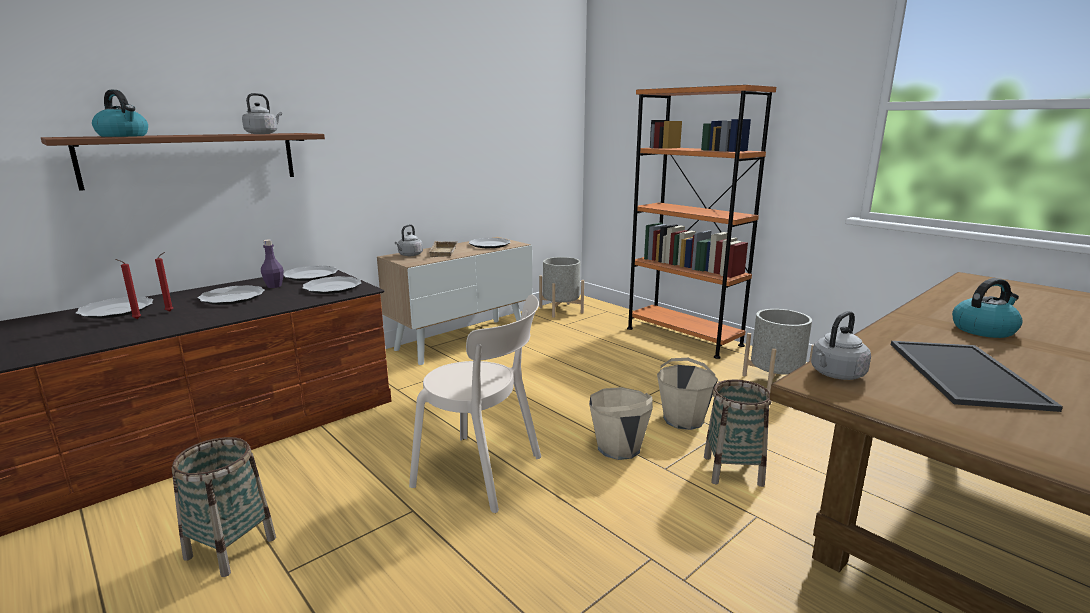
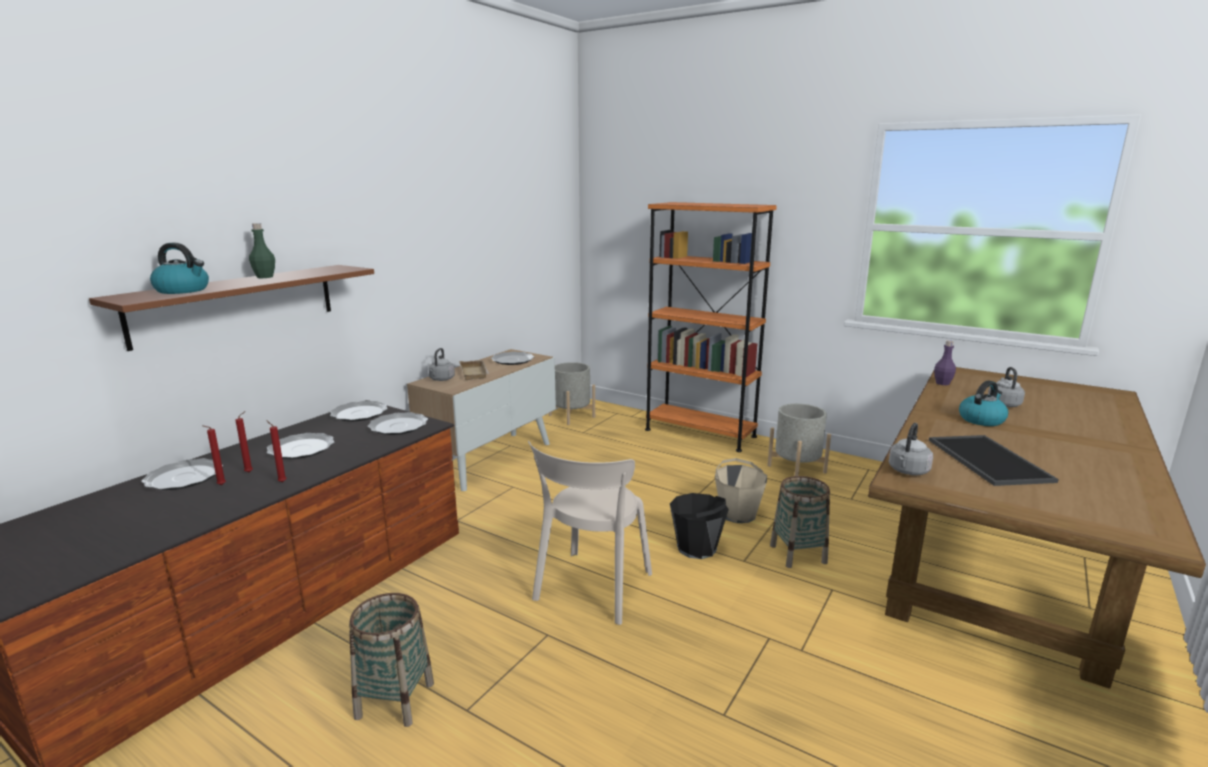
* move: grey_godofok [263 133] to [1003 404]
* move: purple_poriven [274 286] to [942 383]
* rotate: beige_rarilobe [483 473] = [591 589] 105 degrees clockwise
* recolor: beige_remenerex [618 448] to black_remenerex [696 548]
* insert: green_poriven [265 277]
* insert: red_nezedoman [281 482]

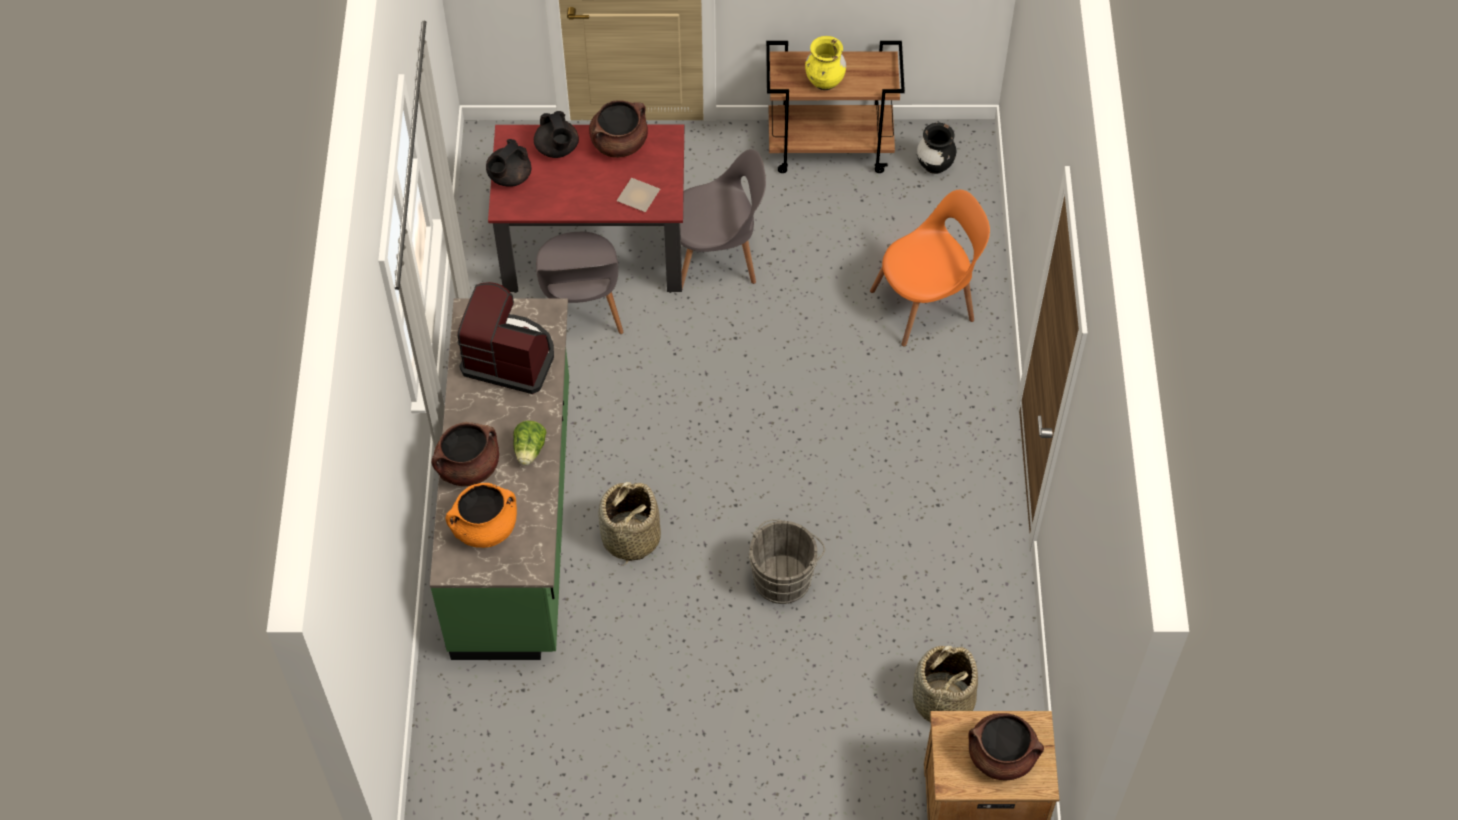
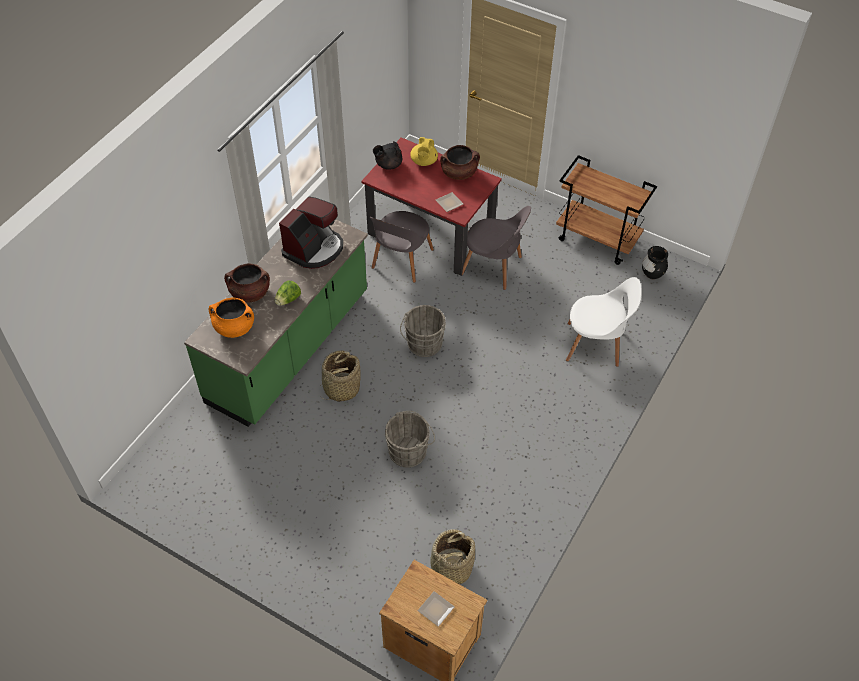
* rotate: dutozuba [509 357] = [314 249] 75 degrees clockwise
* recolor: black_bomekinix [557 149] to yellow_bomekinix [424 162]
* delete: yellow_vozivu [825 82]
* recolor: orange_rarilobe [926 303] to white_rarilobe [596 344]
* replace: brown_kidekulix [1001 756] to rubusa [437 609]
* insert: grey_remenerex [423 345]

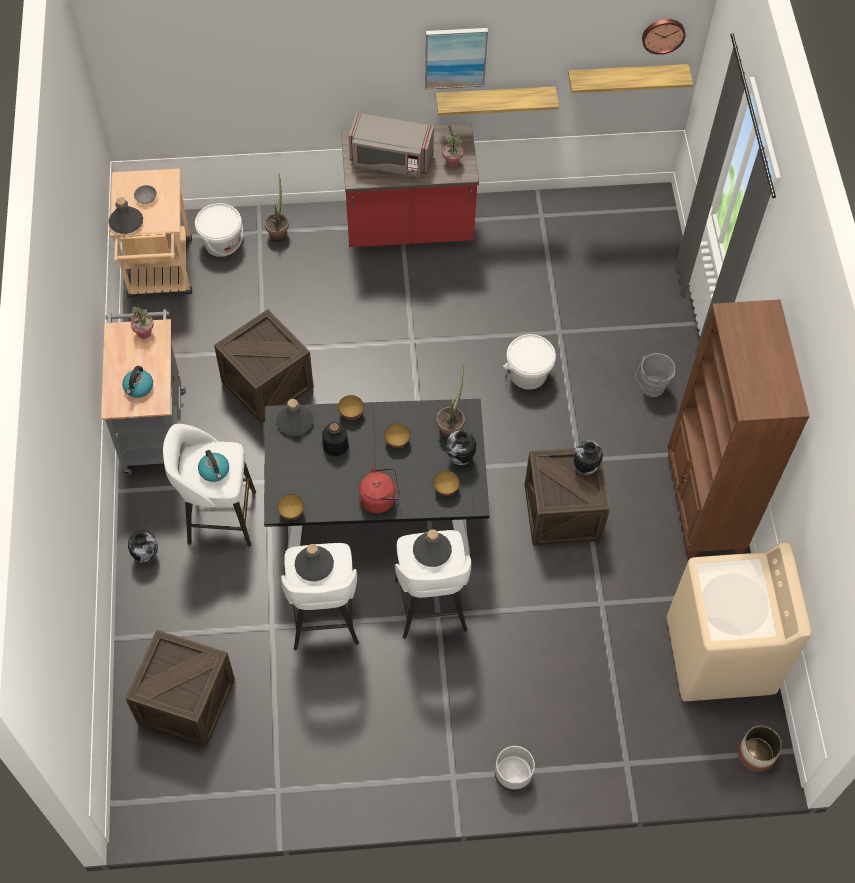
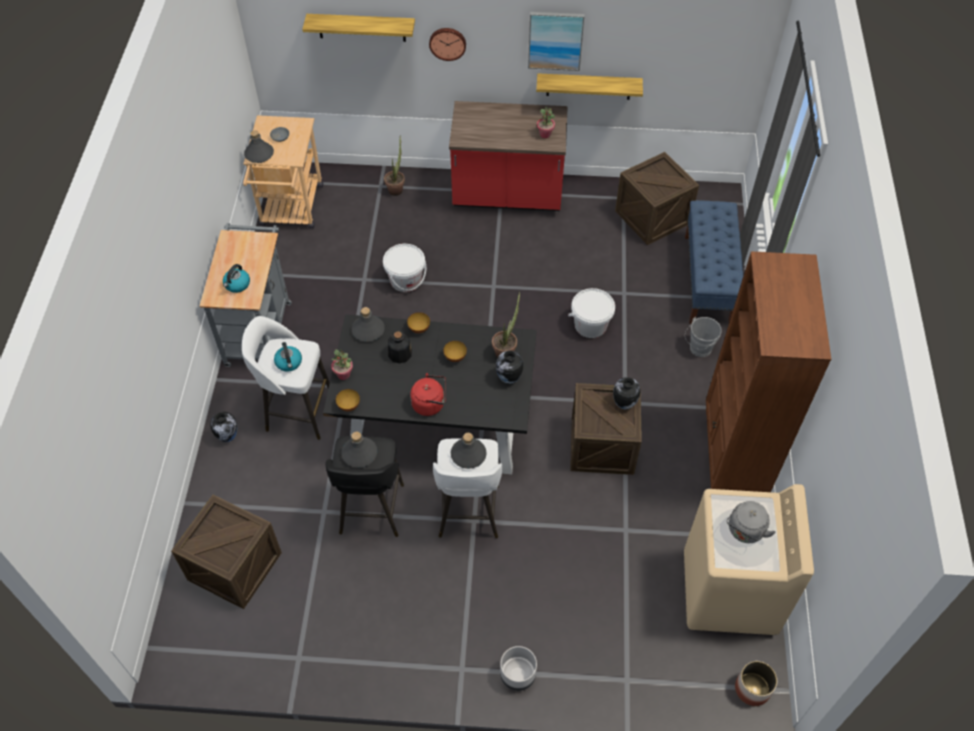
* move: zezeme [144 333] to [344 374]
* move: white_remenerex [222 243] to [406 280]
* move: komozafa [267 384] to [652 217]
* recolor: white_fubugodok [324 620] to black_fubugodok [371 511]
* delete: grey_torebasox [390 160]
* delete: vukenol [446 489]
* move: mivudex [626 78] to [361 27]
* move: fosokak [663 35] to [447 43]
* insert: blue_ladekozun [708 280]
* insert: grey_godofok [745 531]

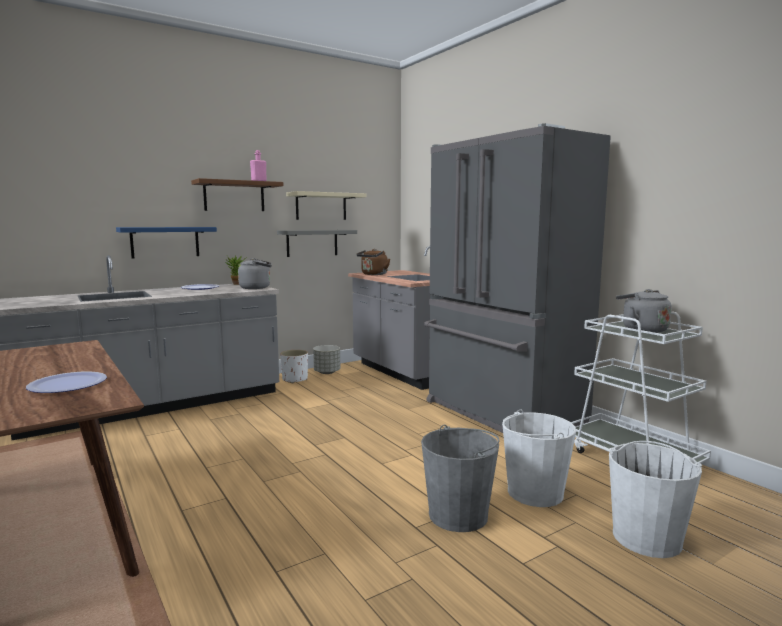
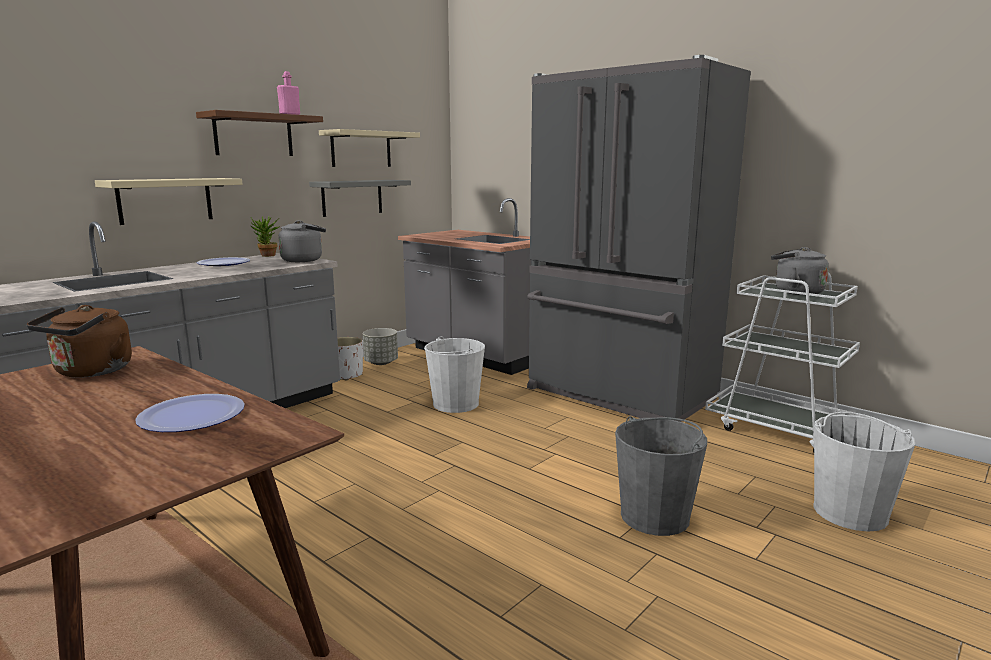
* recolor: blue_mivudex [165 242] to beige_mivudex [165 200]
* move: brown_godofok [373 274] to [90 372]
* move: white_remenerex [534 492] to [455 404]

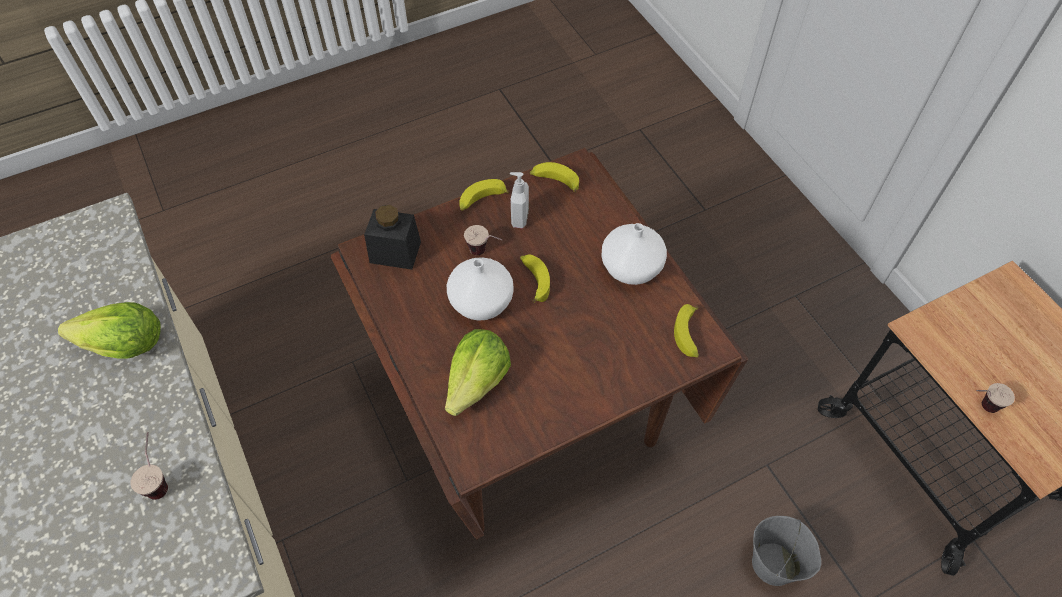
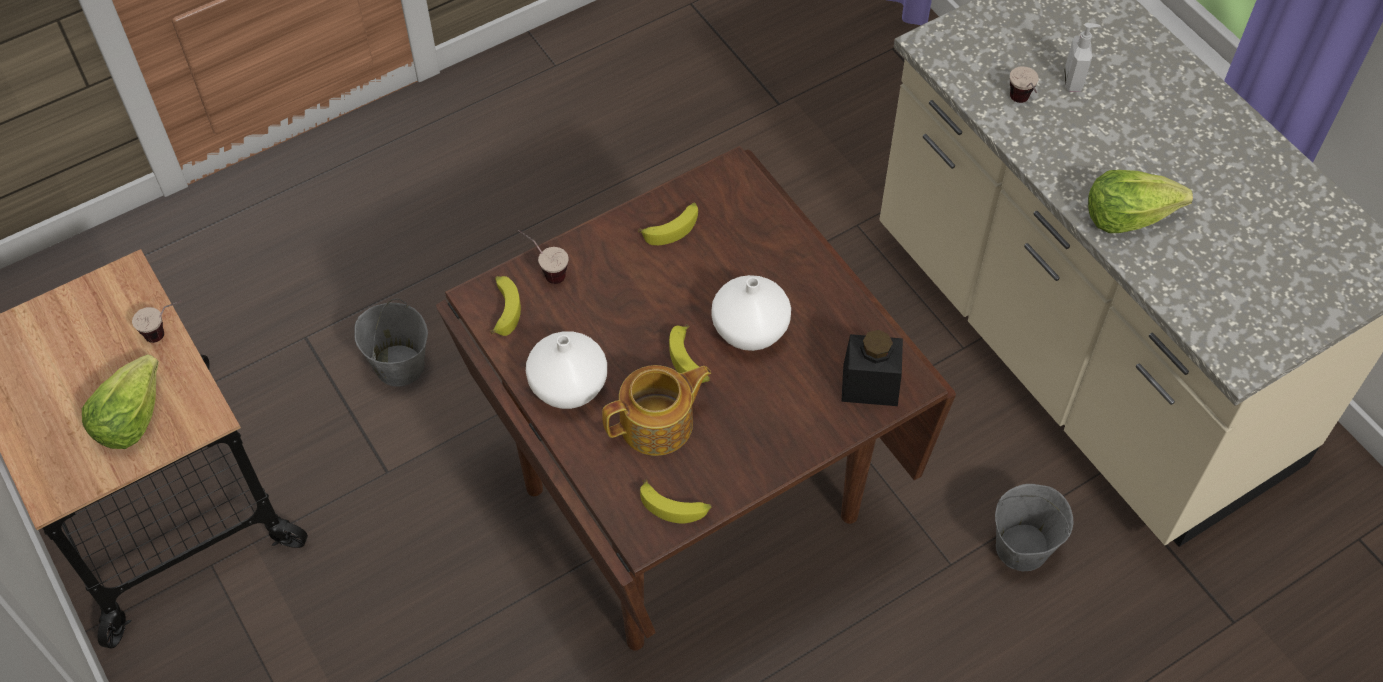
* move: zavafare [477 382] to [129 417]
* move: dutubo [481 200] to [672 227]
* move: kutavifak [485 254] to [545 271]
* move: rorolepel [519 218] to [1074 81]
* insert: bomekinix [658 424]
* insert: grey_remenerex [1021 548]

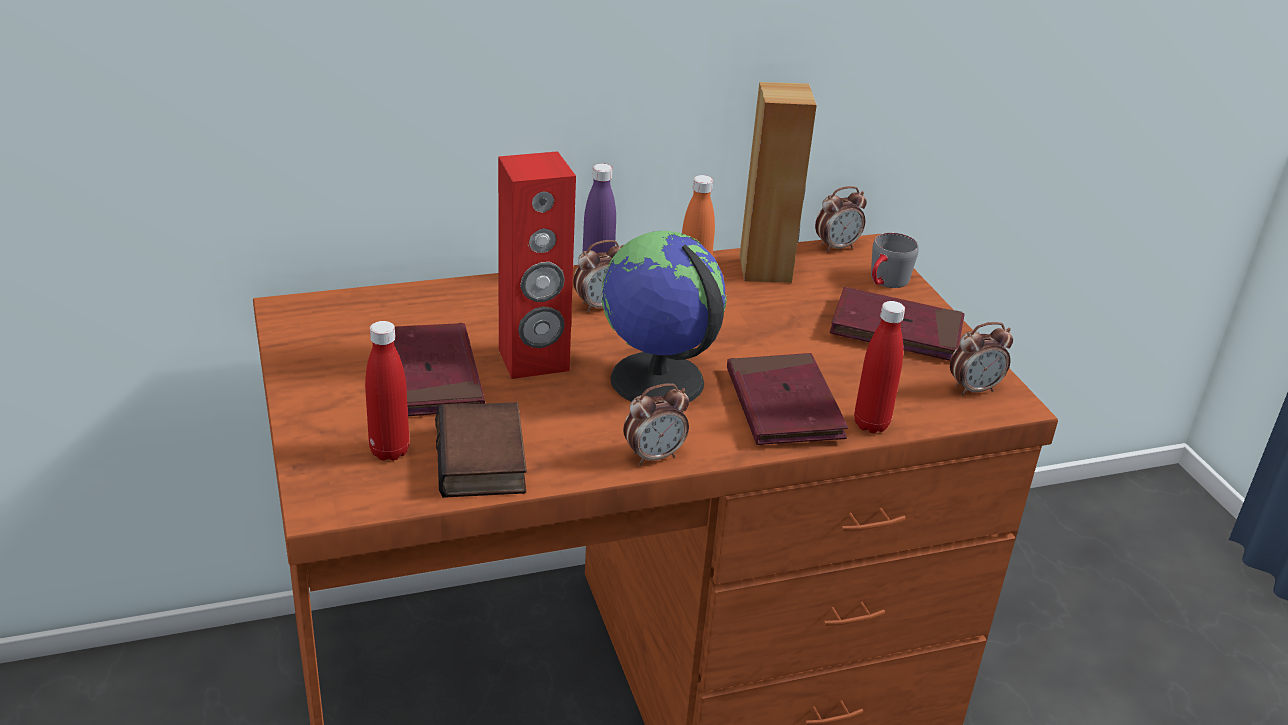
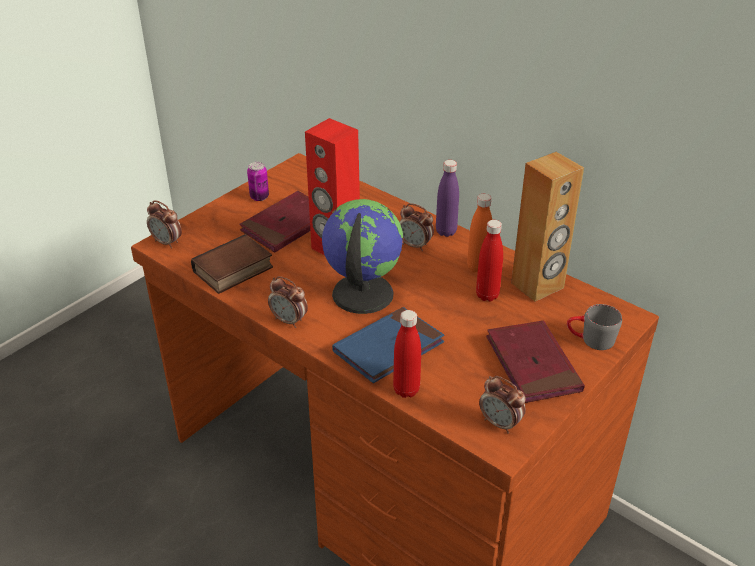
* move: red_poriven [389 451] to [487 295]
* recolor: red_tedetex [783 405] to blue_tedetex [388 348]
* move: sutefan [836 247] to [167 242]
* insert: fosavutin [259 197]

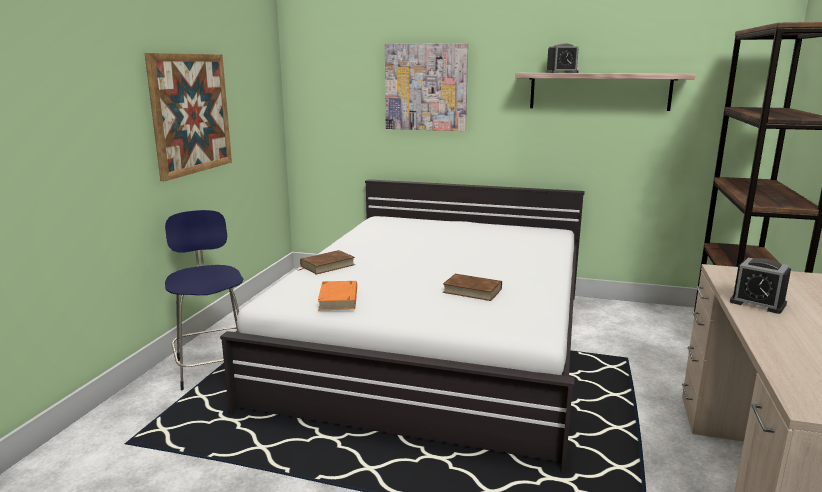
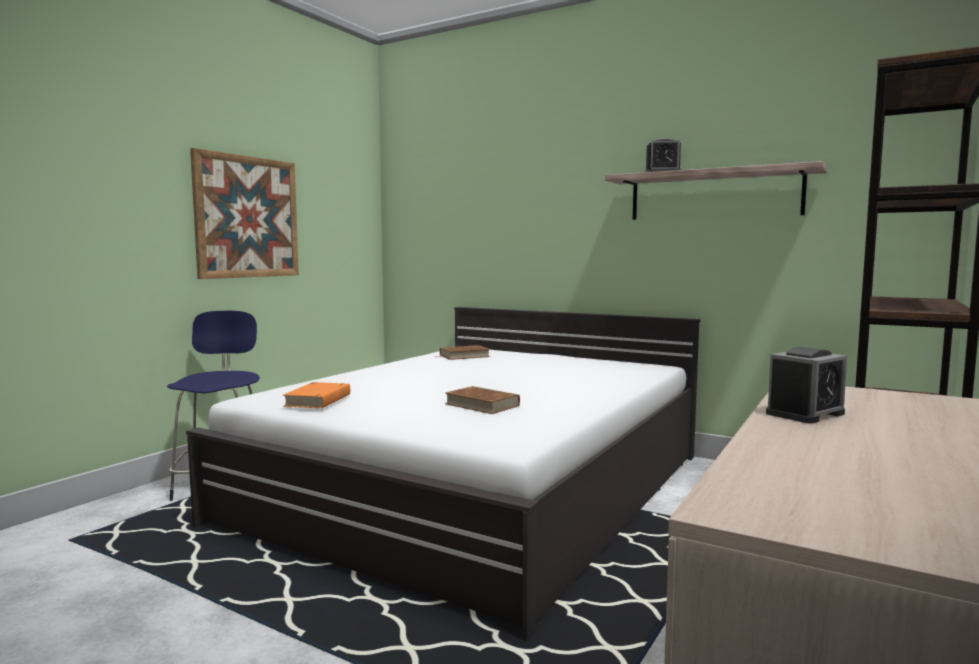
* move: brown_tedetex [327 265] to [464 356]
* delete: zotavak [426 87]
* rotate: sutefan [757 303] = [805 413] 90 degrees counterclockwise

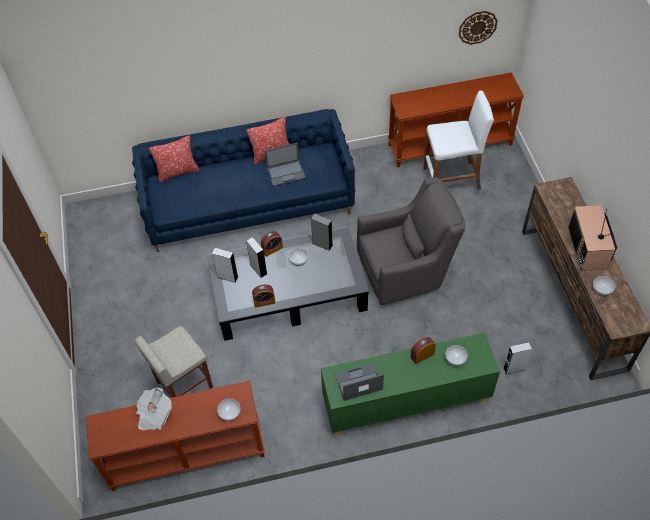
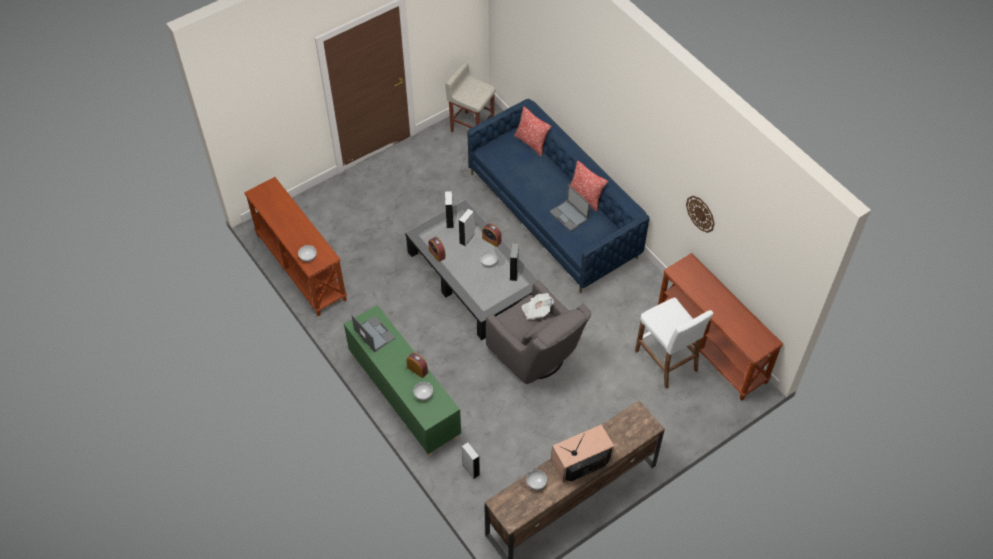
* move: beige_fubugodok [184 385] to [471 127]
* move: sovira [154 414] to [536 310]
* move: fosokak [477 27] to [700 213]

